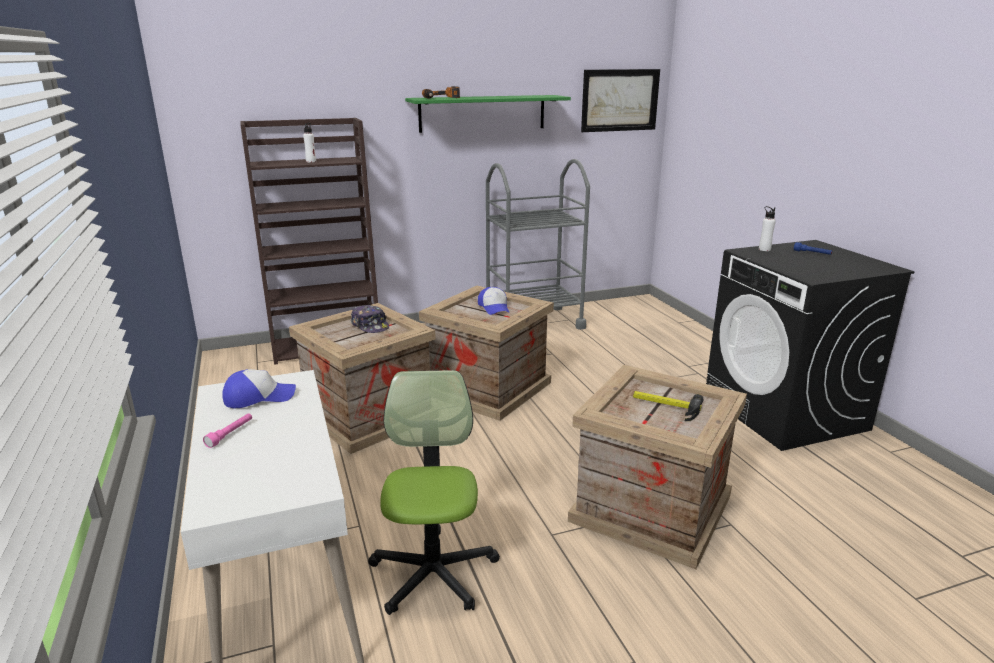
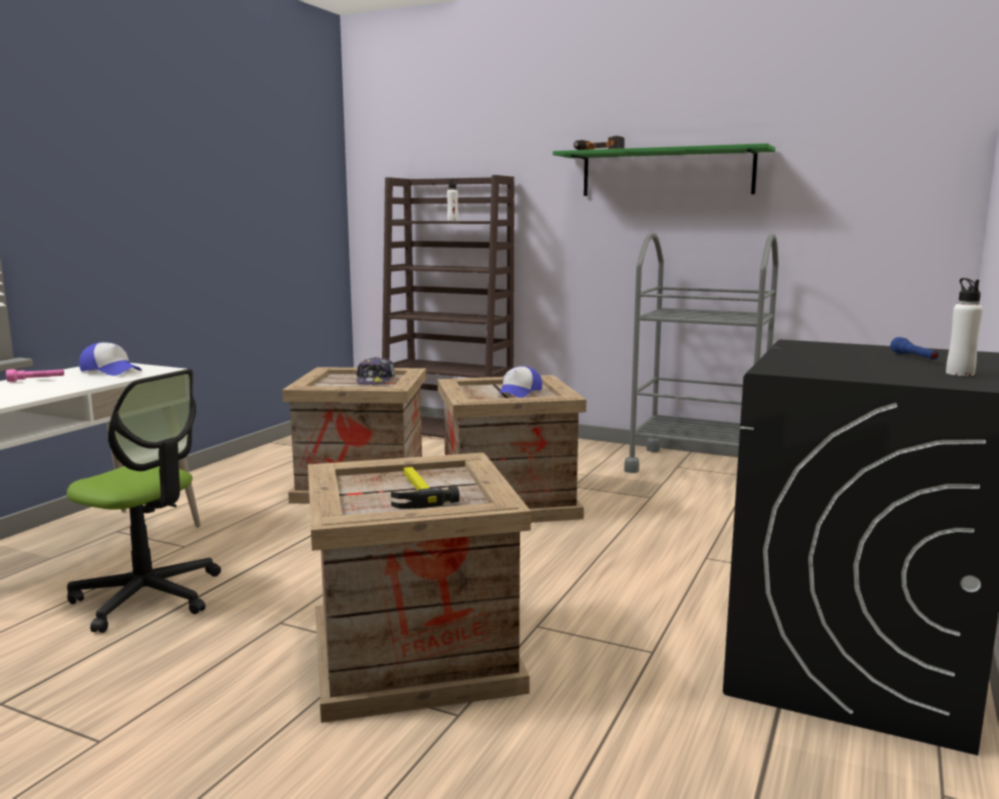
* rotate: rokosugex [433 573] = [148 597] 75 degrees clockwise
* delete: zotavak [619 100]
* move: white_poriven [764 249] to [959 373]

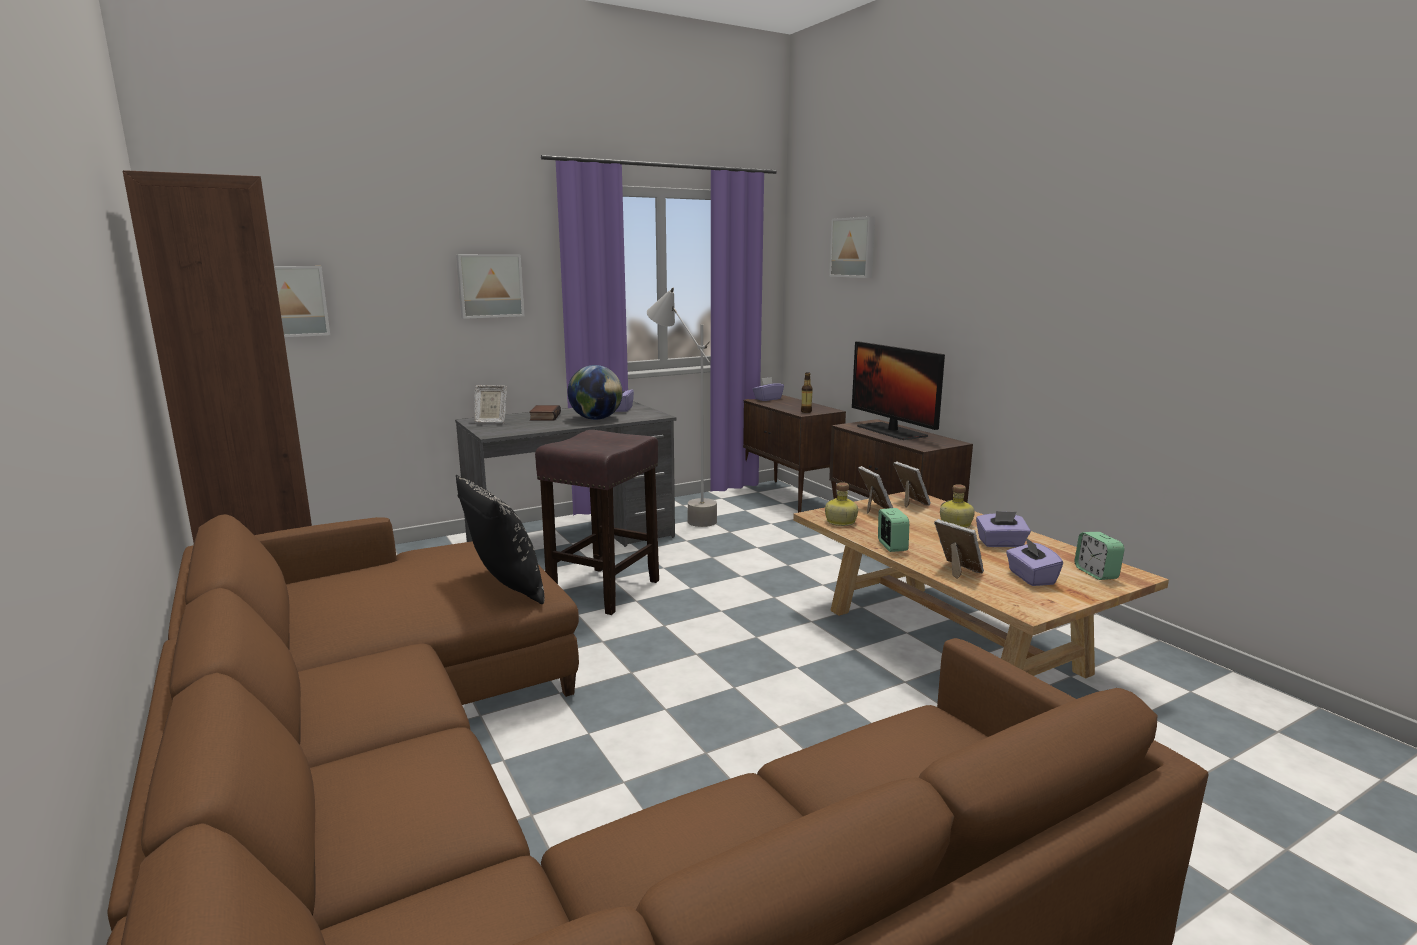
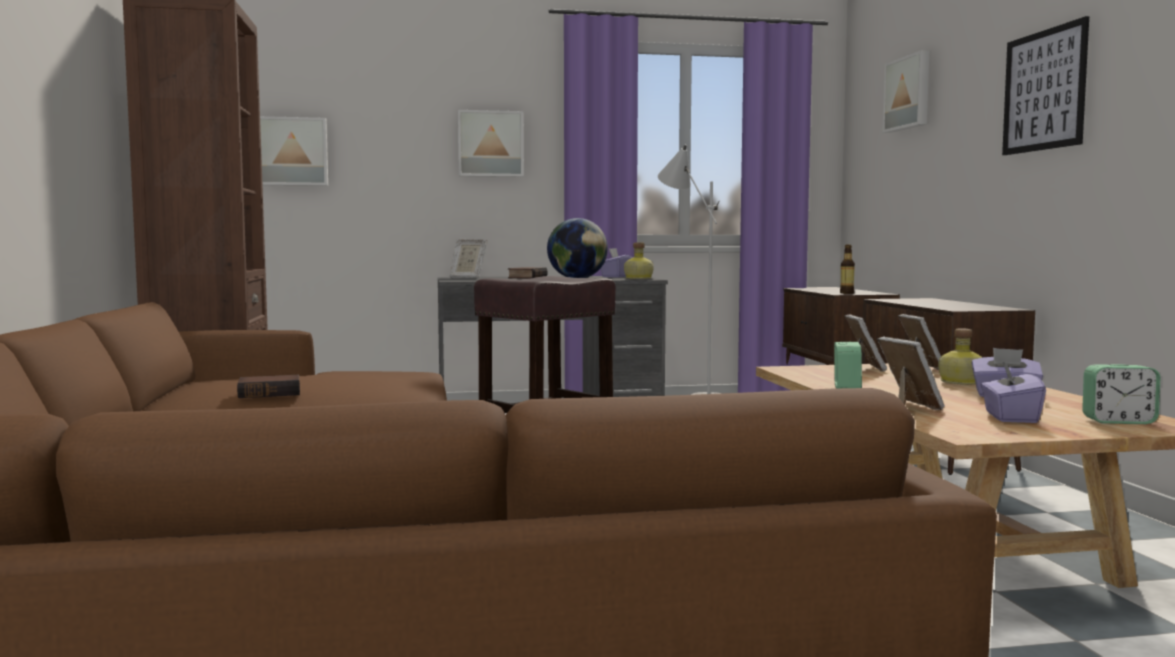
* delete: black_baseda [506 587]
* delete: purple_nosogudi [767 399]
* move: poriven [839 522] to [637 278]
* delete: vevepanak [891 431]
* rotate: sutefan [1096 573] = [1118 421] 90 degrees counterclockwise
* insert: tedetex [270 393]
* insert: zotavak [1044 90]

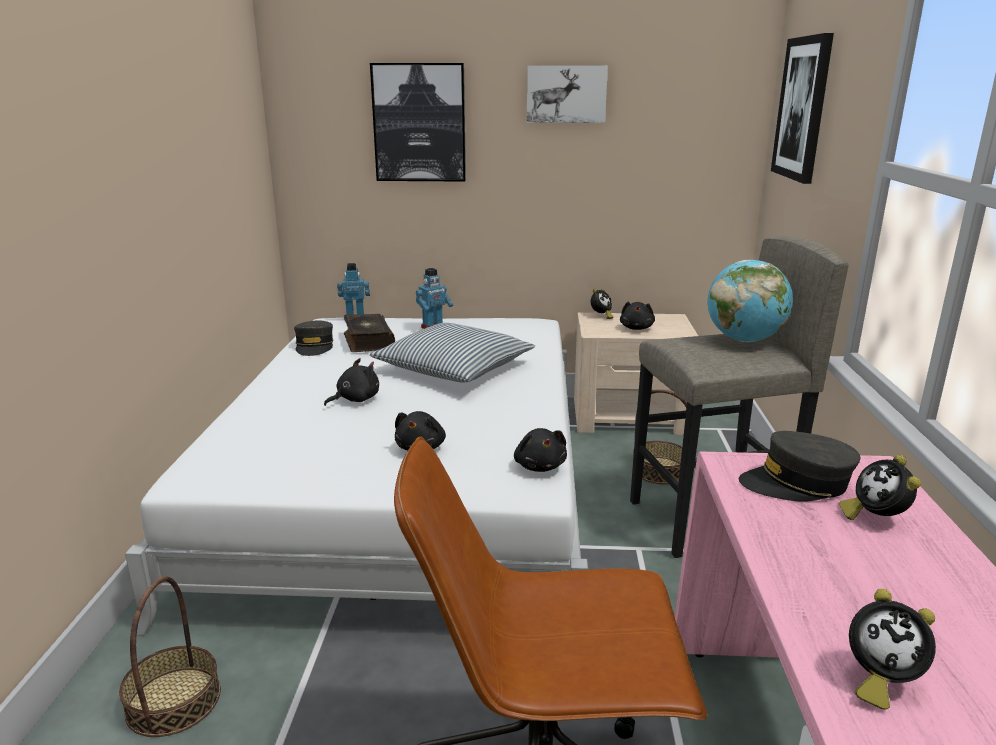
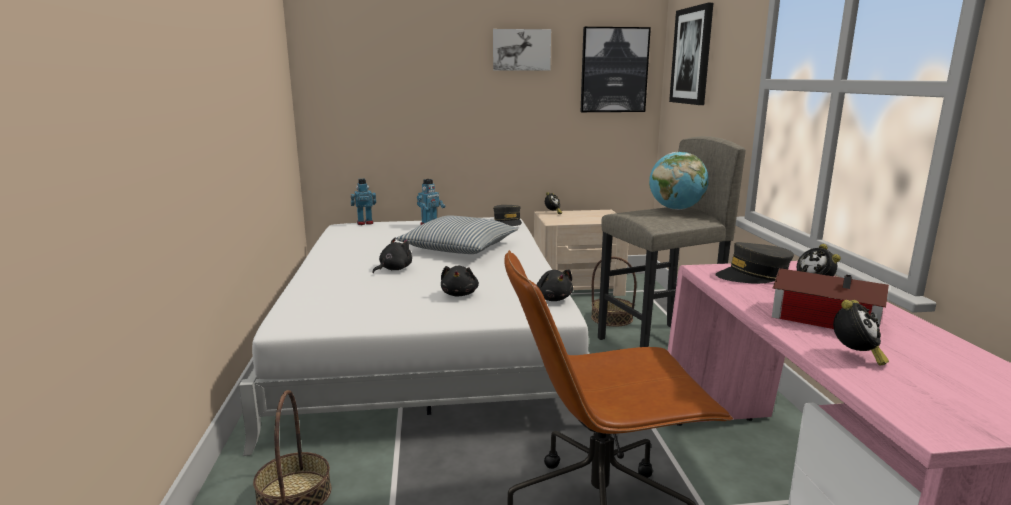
* move: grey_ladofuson [314 346] to [508 221]
* delete: tedetex [367 341]
* move: zotavak [419 123] to [614 70]
* delete: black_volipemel [636 328]
* rotate: sutefan [878 680] = [855 356] 60 degrees counterclockwise
* insert: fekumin [822 316]

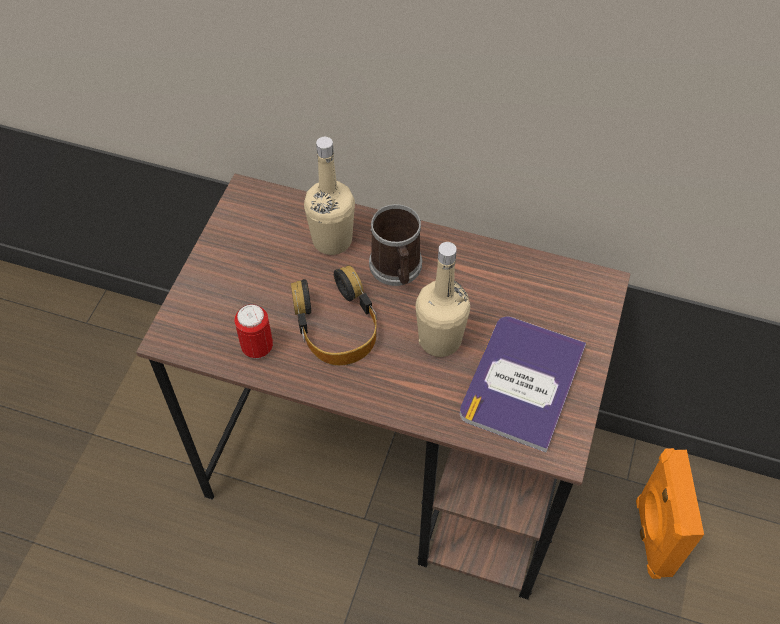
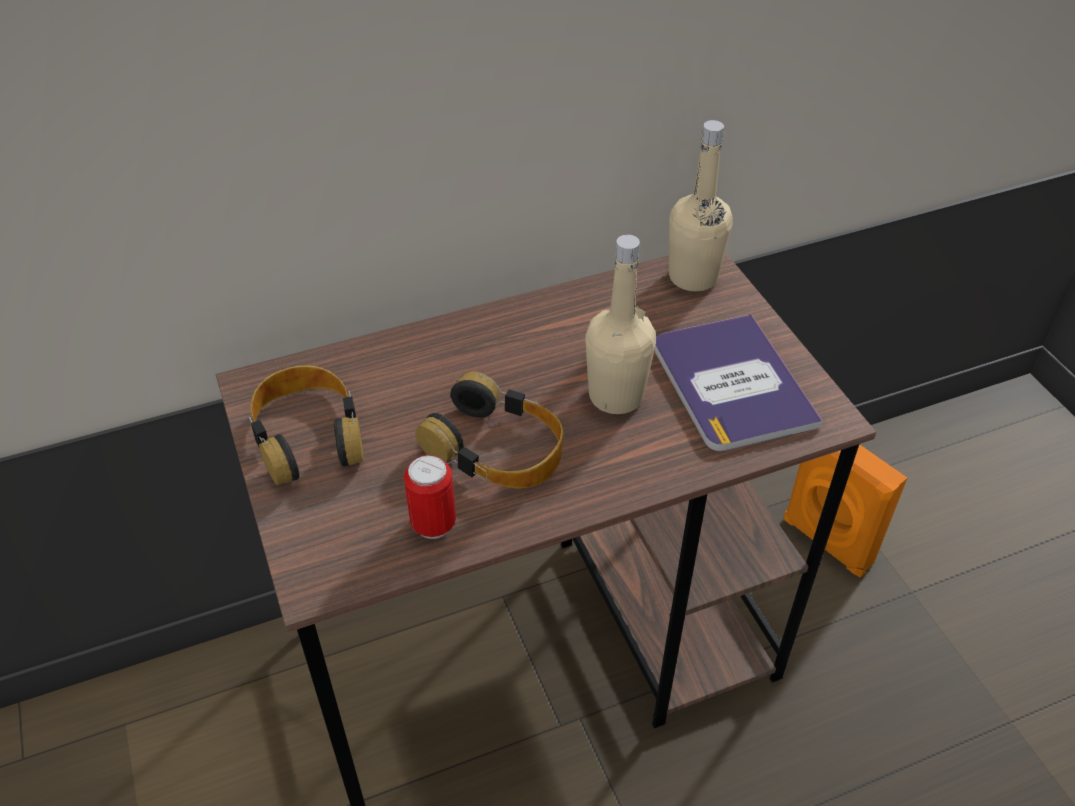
* move: beige_poriven [332 240] to [693 277]
* delete: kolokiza [397 269]
* insert: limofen [308 435]

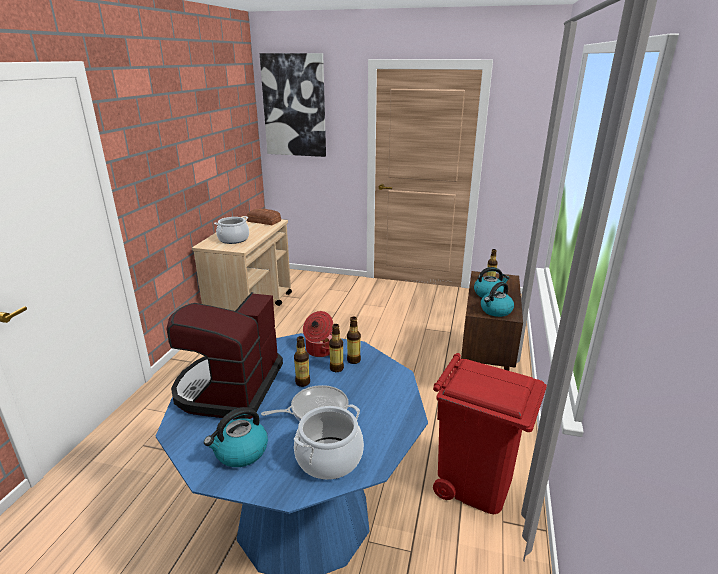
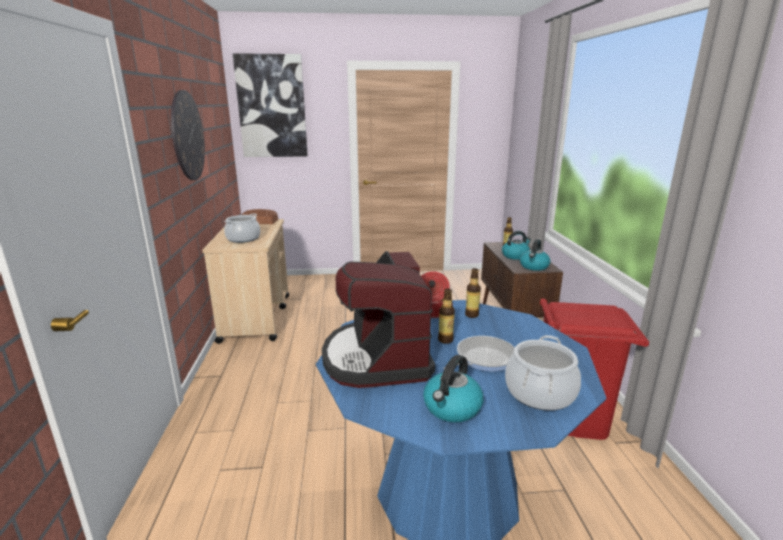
* delete: poriven [336 368]
* insert: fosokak [187 136]

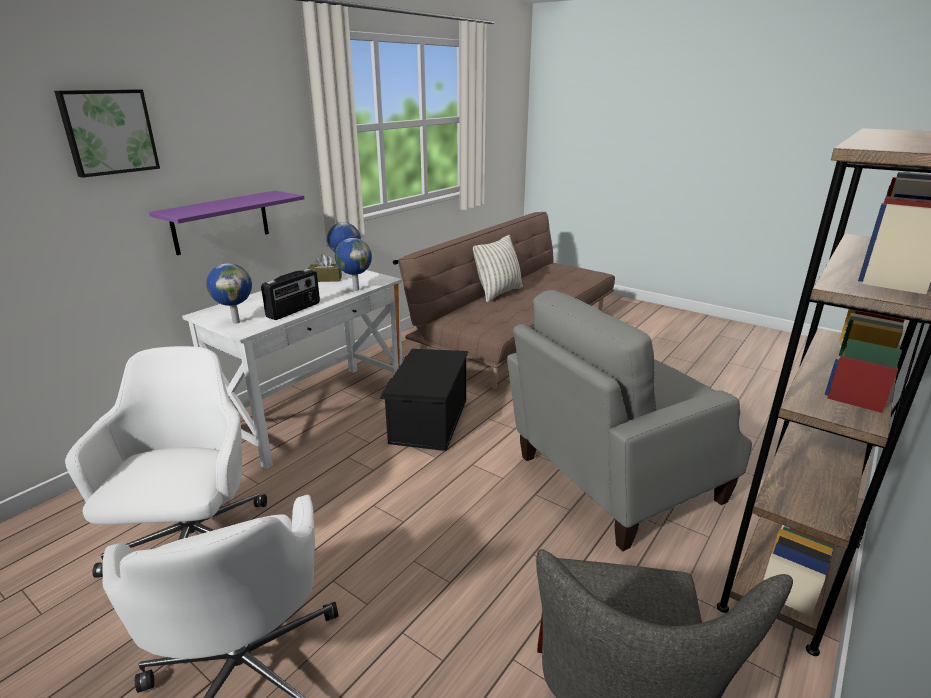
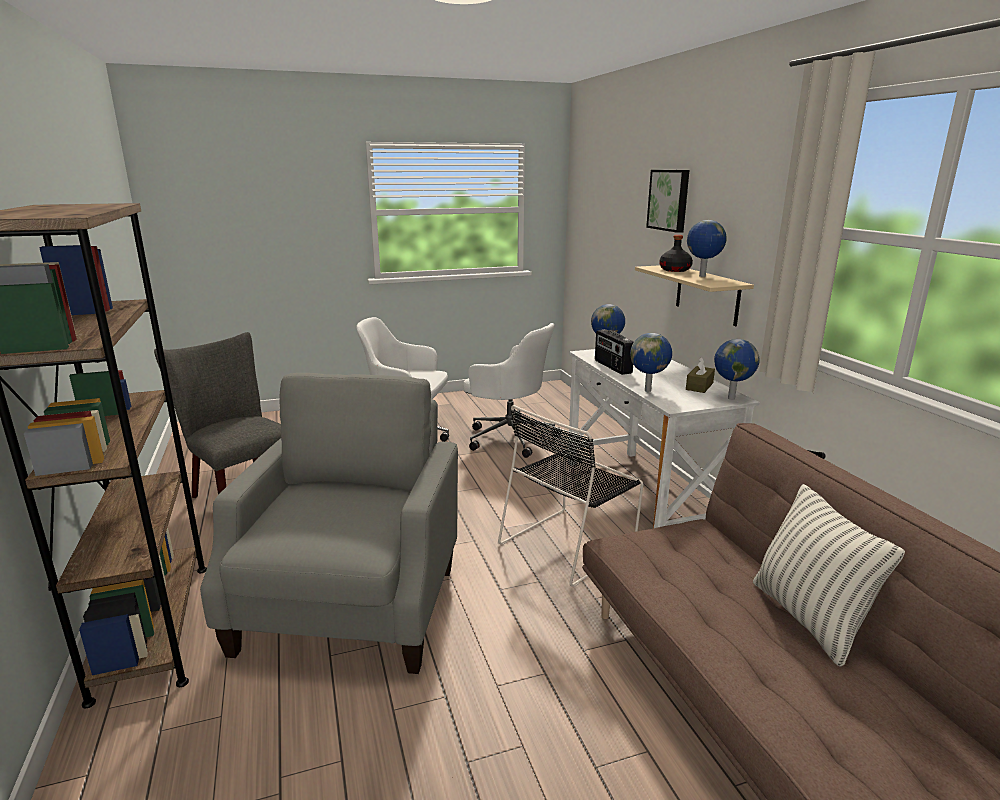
* recolor: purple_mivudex [221 222] to beige_mivudex [707 294]
* replace: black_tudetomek [427 421] to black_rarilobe [570 543]
* insert: black_poriven [675 270]
* insert: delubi [702 276]

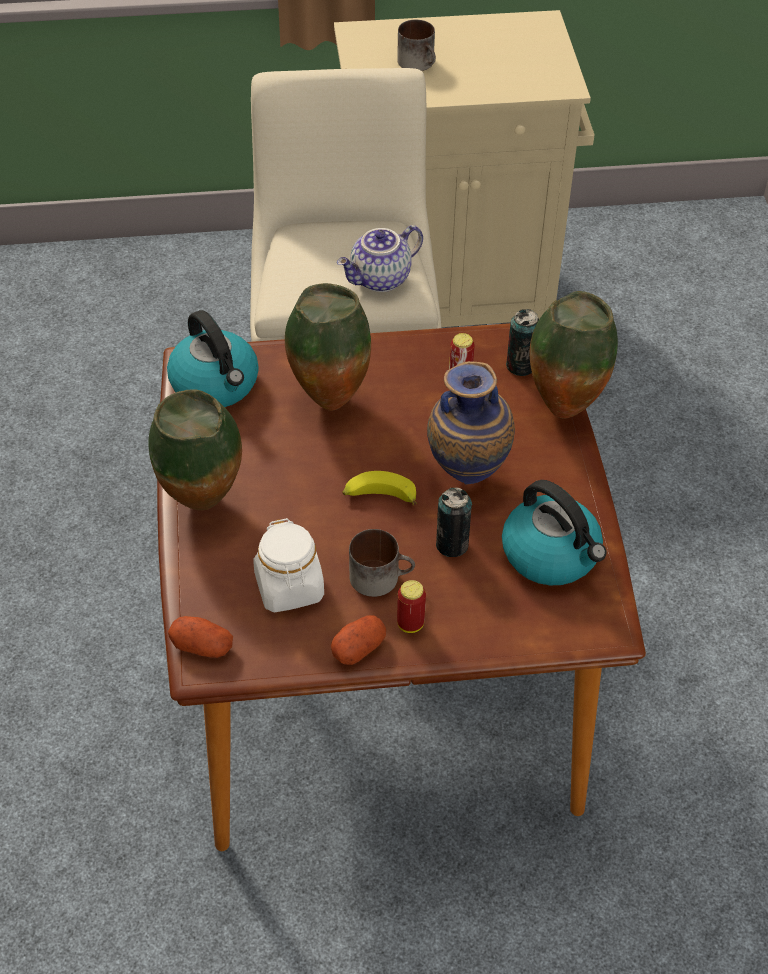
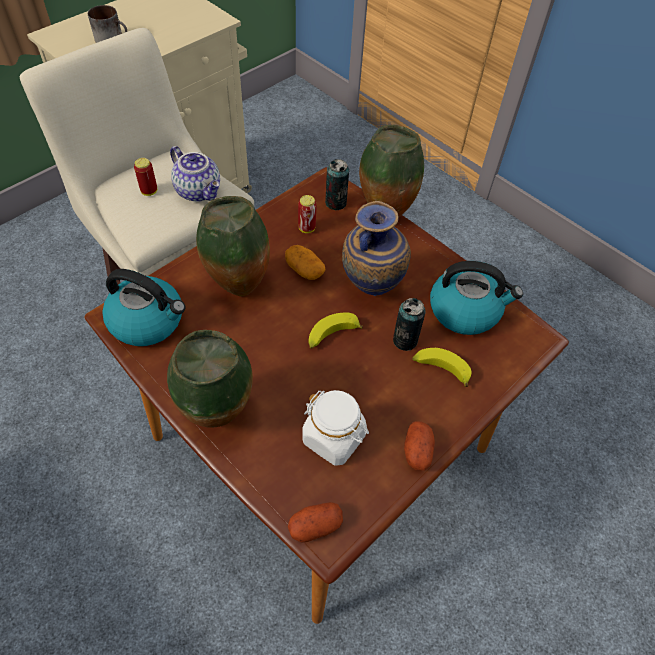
* rotate: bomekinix [380 280] = [199 191] 60 degrees counterclockwise
* delete: kolokiza [381 576]
* move: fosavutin [410 624] to [149 191]
* insert: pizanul [304 270]
* insert: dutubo [440 370]

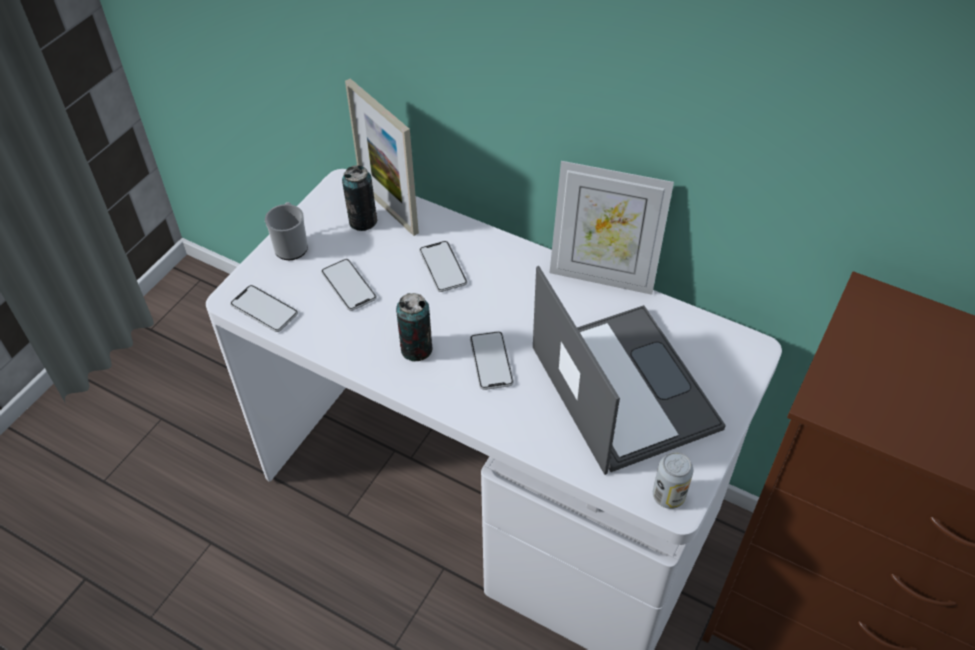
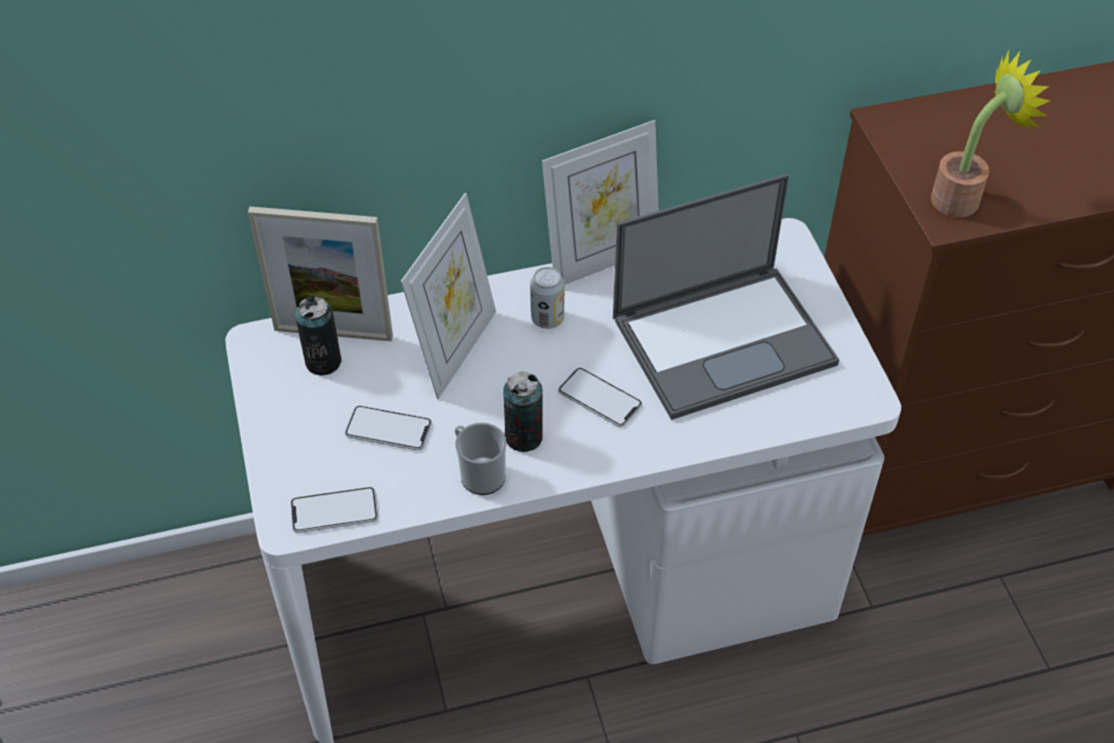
* move: kolokiza [291 245] to [479 473]
* replace: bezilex [443 267] to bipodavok [455 350]
* rotate: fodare [622 386] = [725 339] 135 degrees clockwise
* move: fosavutin [668 496] to [547 318]
* insert: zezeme [964 197]

